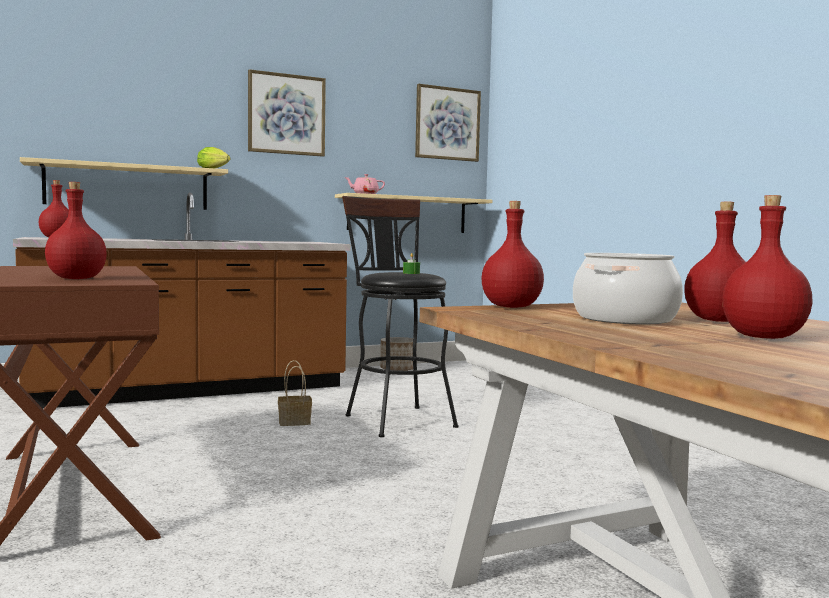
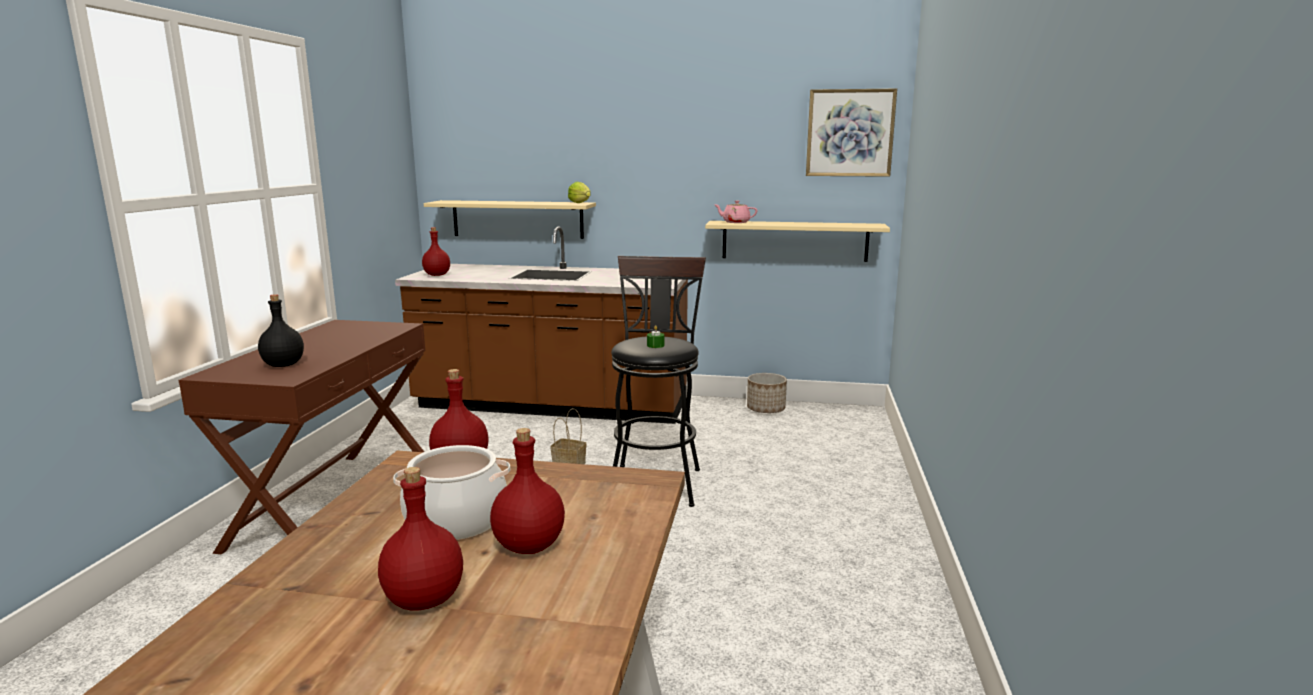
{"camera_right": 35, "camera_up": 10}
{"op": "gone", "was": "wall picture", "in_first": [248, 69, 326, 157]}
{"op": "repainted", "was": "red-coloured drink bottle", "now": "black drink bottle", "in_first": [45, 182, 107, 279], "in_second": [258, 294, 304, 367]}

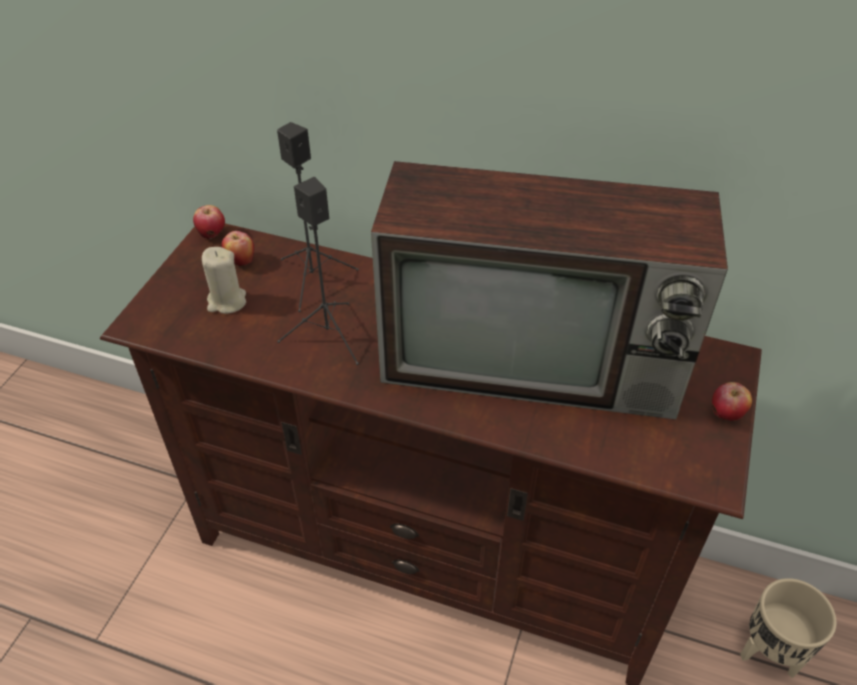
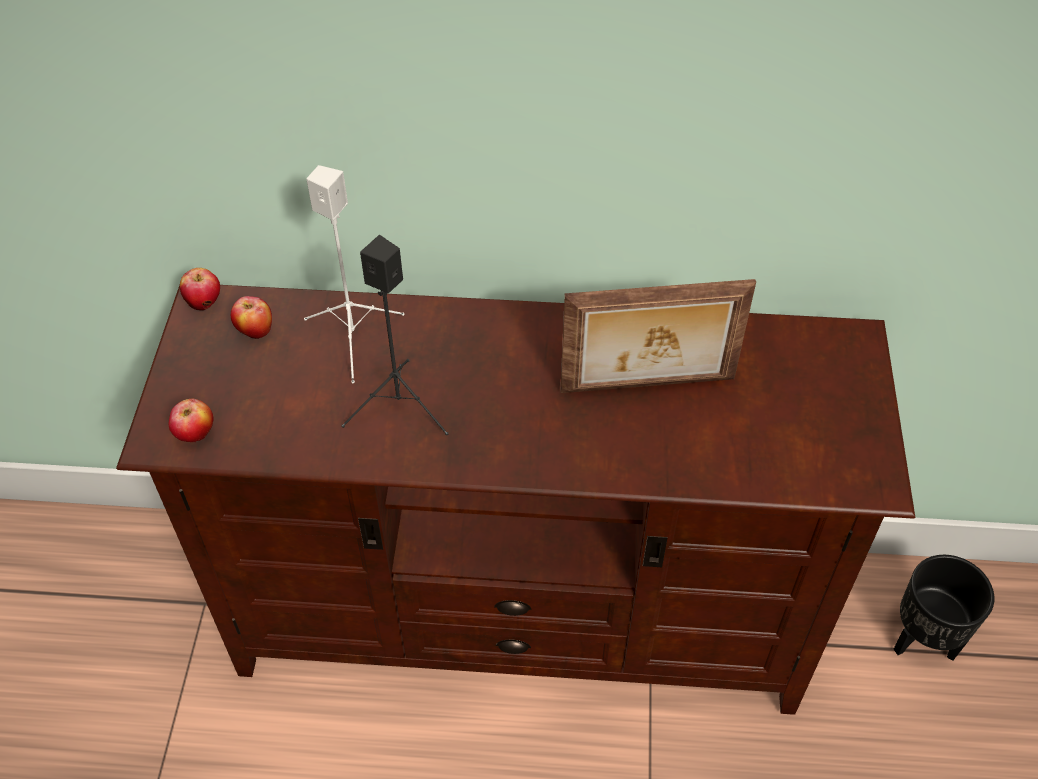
{"camera_right": -15, "camera_up": 5}
{"op": "gone", "was": "beige wax light", "in_first": [202, 247, 246, 314]}
{"op": "shifted", "was": "whole apple", "in_first": [712, 382, 752, 421], "in_second": [169, 399, 214, 442]}
{"op": "swapped", "was": "TV", "now": "standing frame", "in_first": [371, 161, 728, 420], "in_second": [561, 279, 756, 393]}
{"op": "repainted", "was": "black audio speaker", "now": "white-coloured audio speaker", "in_first": [277, 122, 359, 312], "in_second": [304, 165, 405, 383]}
{"op": "repainted", "was": "beige flower pot", "now": "black flower pot", "in_first": [740, 578, 836, 678], "in_second": [894, 555, 994, 661]}

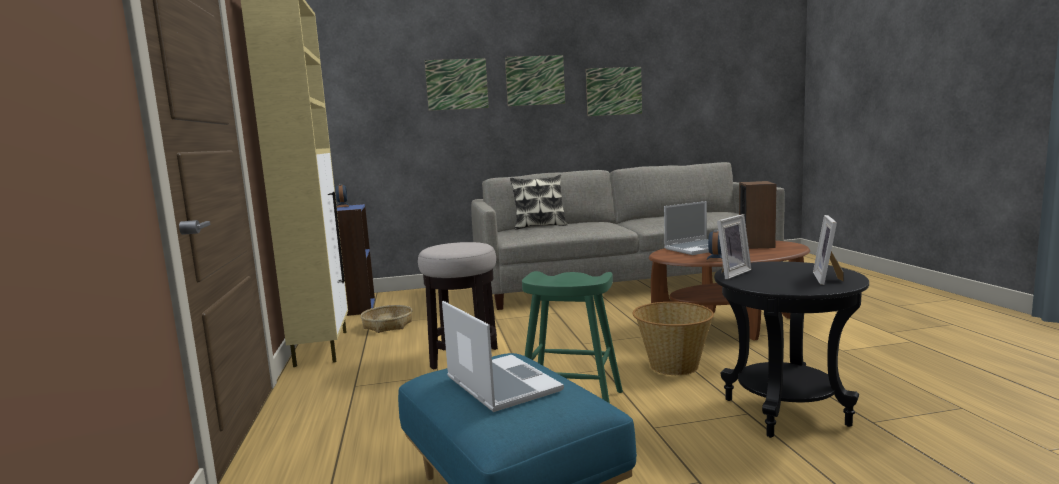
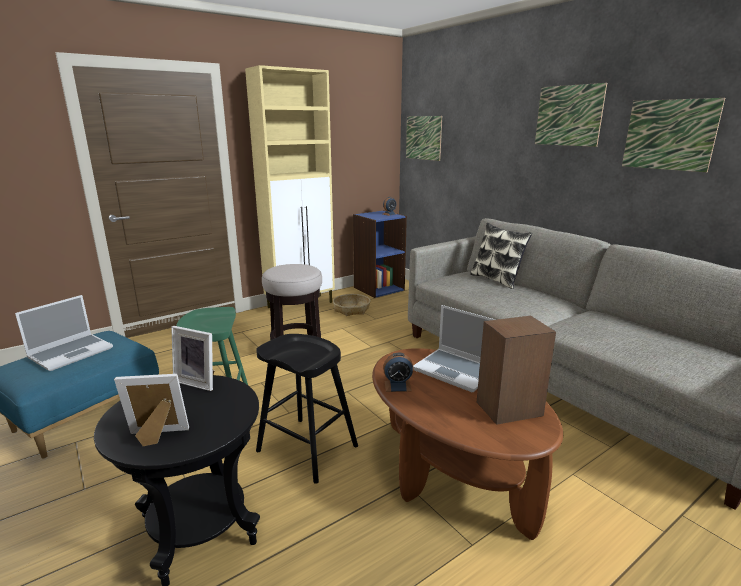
{"camera_right": 65, "camera_up": 10}
{"op": "shifted", "was": "wall picture", "in_first": [425, 58, 489, 111], "in_second": [406, 116, 442, 161]}
{"op": "swapped", "was": "basket", "now": "black stool", "in_first": [632, 302, 714, 375], "in_second": [256, 334, 358, 484]}

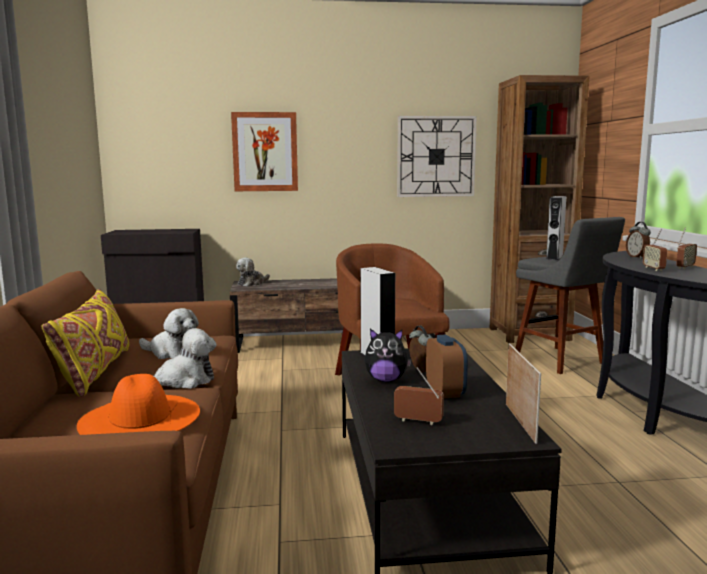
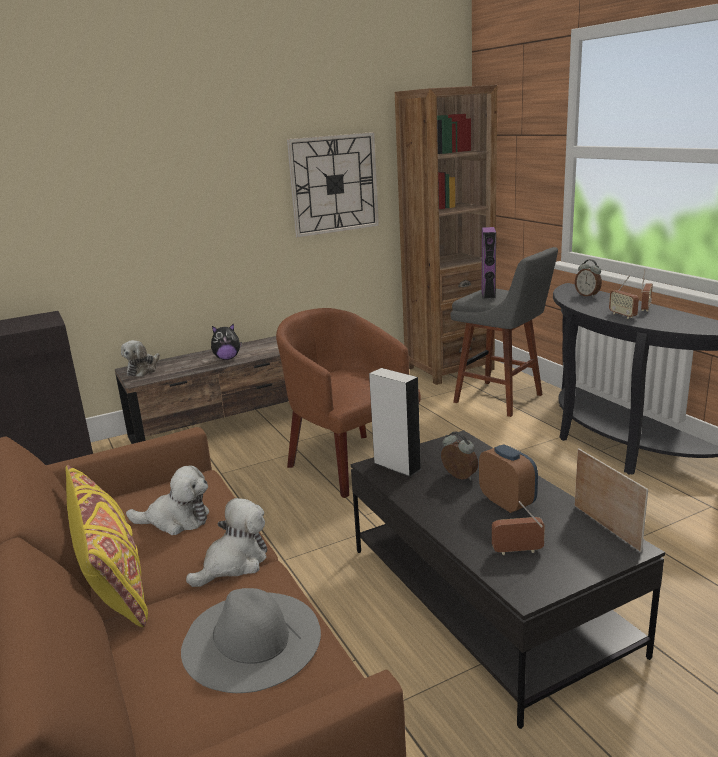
{"camera_right": -20, "camera_up": 10}
{"op": "gone", "was": "wall picture", "in_first": [231, 112, 298, 191]}
{"op": "shifted", "was": "soft toy", "in_first": [365, 329, 412, 382], "in_second": [211, 323, 242, 360]}
{"op": "repainted", "was": "orangey wearable hat", "now": "greyish wearable hat", "in_first": [77, 374, 200, 435], "in_second": [181, 588, 321, 693]}
{"op": "repainted", "was": "greyish audio speaker", "now": "purple audio speaker", "in_first": [546, 196, 566, 260], "in_second": [481, 227, 496, 299]}

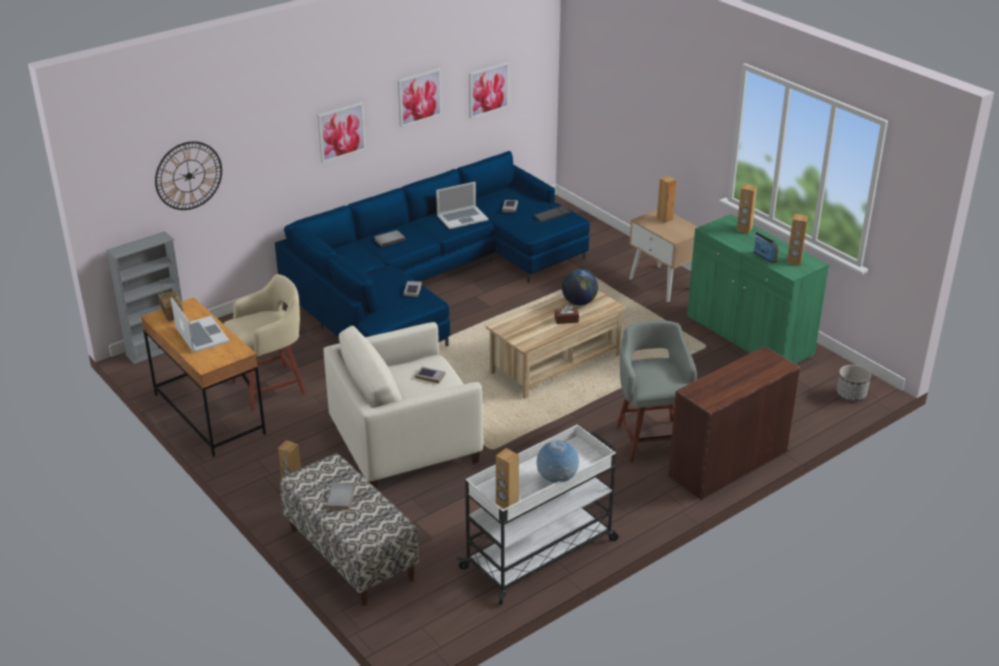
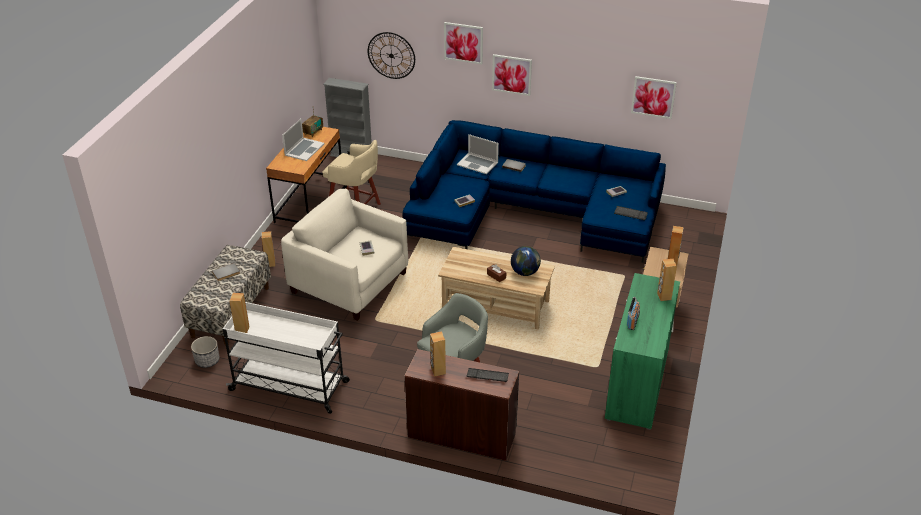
{"camera_right": 55, "camera_up": 5}
{"op": "gone", "was": "globe", "in_first": [537, 440, 579, 483]}
{"op": "new", "now": "PC keyboard", "in_second": [467, 368, 509, 382]}
{"op": "shifted", "was": "wall picture", "in_first": [398, 68, 442, 127], "in_second": [444, 22, 483, 64]}
{"op": "shifted", "was": "notebook computer", "in_first": [436, 181, 489, 229], "in_second": [457, 134, 499, 174]}
{"op": "shifted", "was": "brown audio speaker", "in_first": [787, 214, 808, 265], "in_second": [430, 331, 446, 377]}
{"op": "shifted", "was": "flower pot", "in_first": [837, 365, 871, 401], "in_second": [191, 336, 220, 368]}

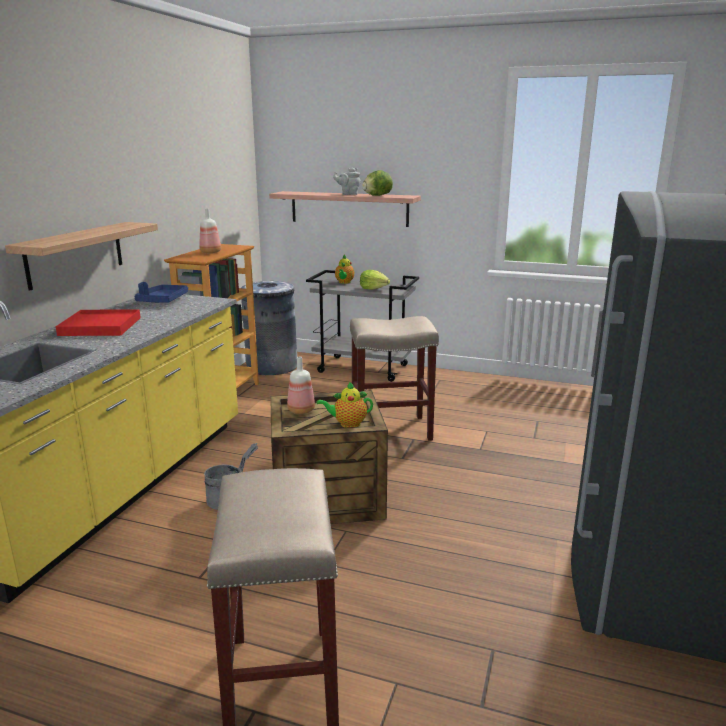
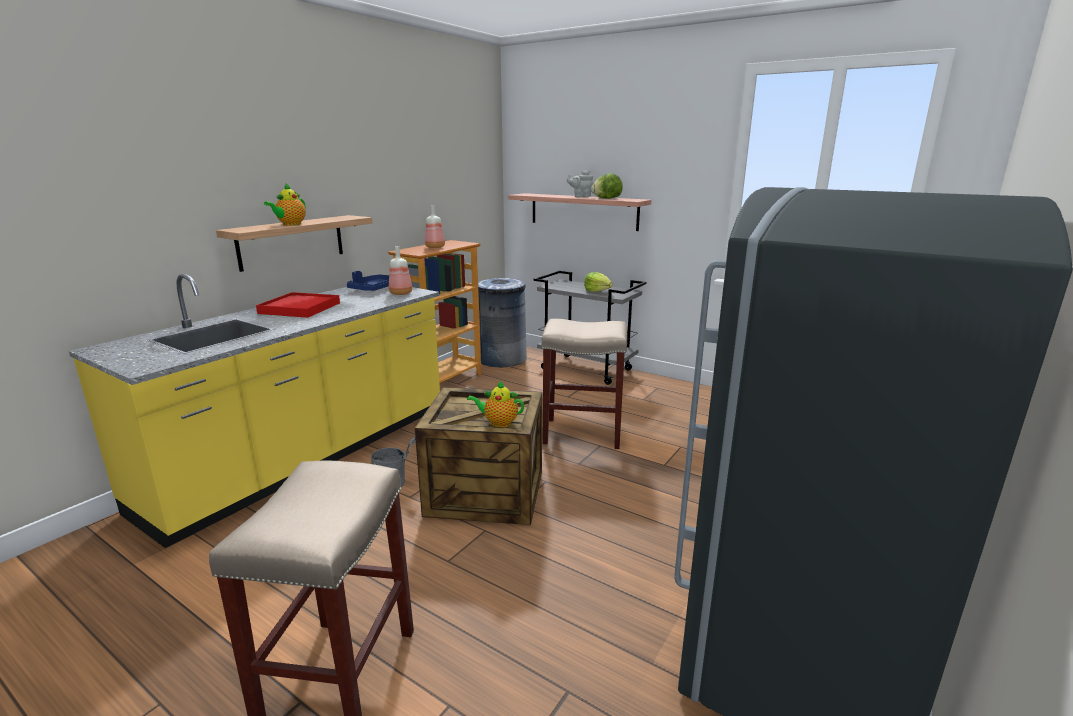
{"camera_right": 15, "camera_up": 0}
{"op": "shifted", "was": "drink bottle", "in_first": [287, 357, 315, 414], "in_second": [389, 246, 412, 295]}
{"op": "shifted", "was": "teapot", "in_first": [335, 255, 354, 284], "in_second": [264, 183, 306, 226]}

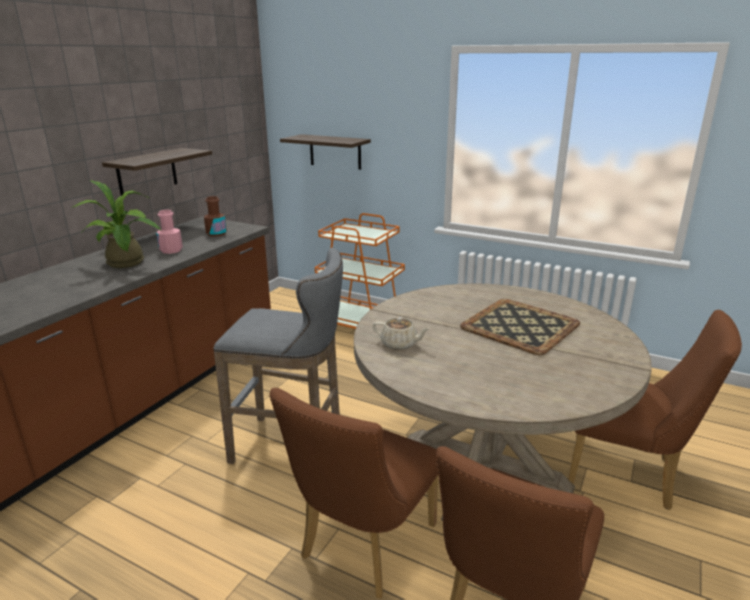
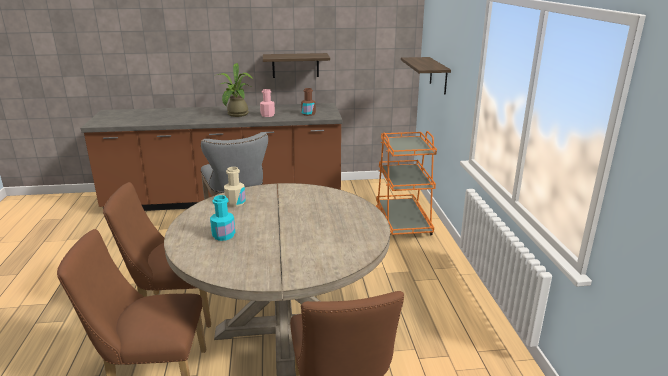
{"camera_right": 55, "camera_up": 0}
{"op": "gone", "was": "tray", "in_first": [460, 299, 580, 355]}
{"op": "new", "now": "blue-green drink bottle", "in_second": [210, 195, 235, 241]}
{"op": "swapped", "was": "beige teapot", "now": "beige drink bottle", "in_first": [373, 317, 431, 350], "in_second": [224, 167, 246, 207]}

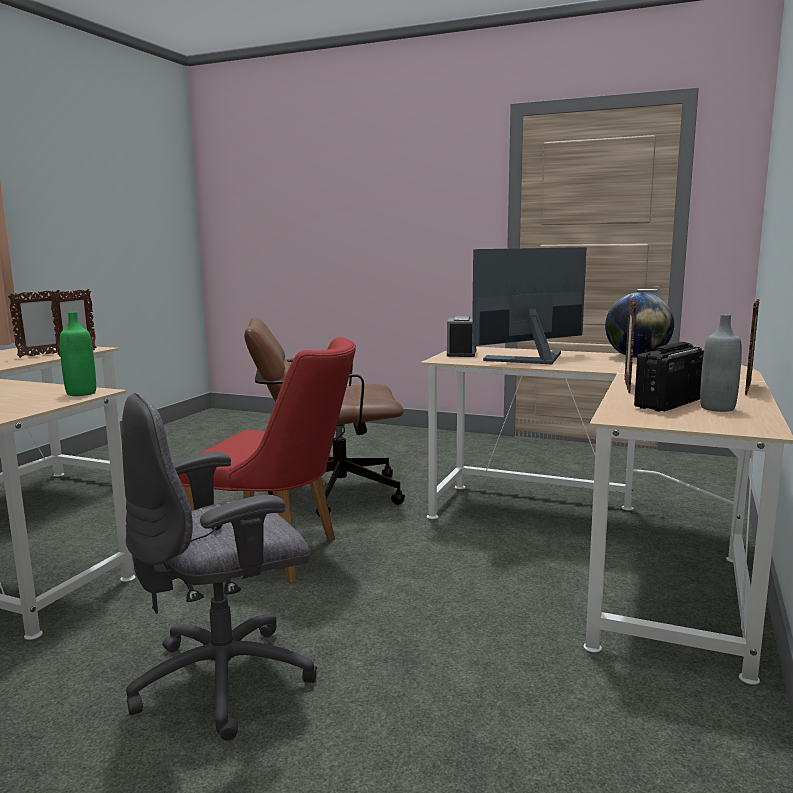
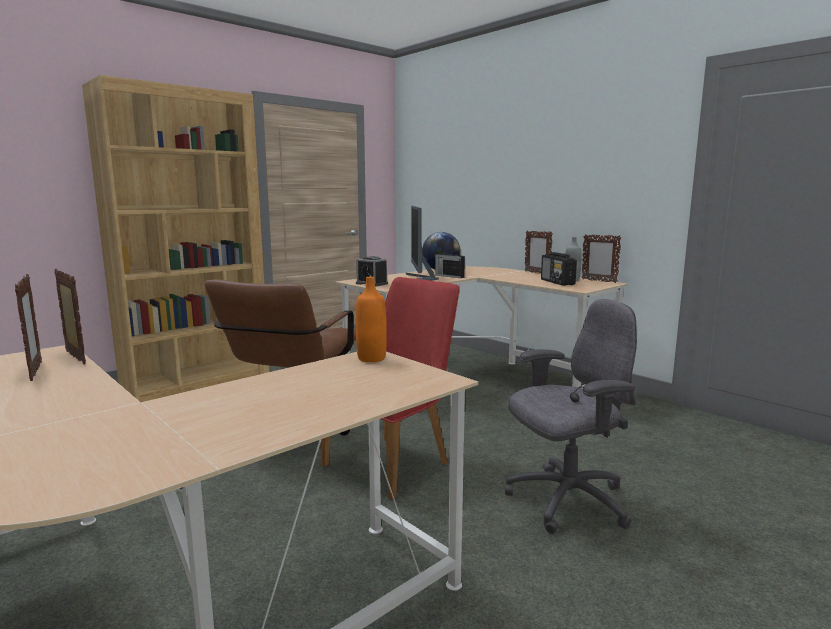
{"camera_right": -65, "camera_up": 0}
{"op": "new", "now": "brown bookcase", "in_second": [82, 75, 270, 402]}
{"op": "new", "now": "radio set", "in_second": [435, 250, 465, 278]}
{"op": "shifted", "was": "standing frame", "in_first": [625, 299, 636, 393], "in_second": [582, 234, 622, 283]}
{"op": "repainted", "was": "green-coloured drink bottle", "now": "orangey drink bottle", "in_first": [60, 312, 96, 396], "in_second": [356, 277, 387, 362]}
{"op": "rotated", "was": "greyish computer chair", "in_first": [122, 392, 317, 741], "in_second": [505, 299, 637, 534], "clockwise": -105}

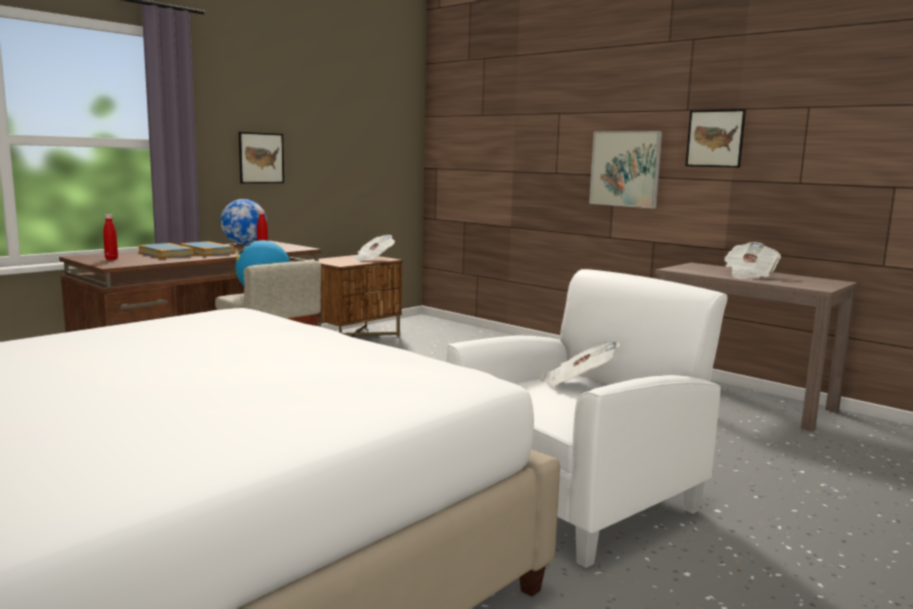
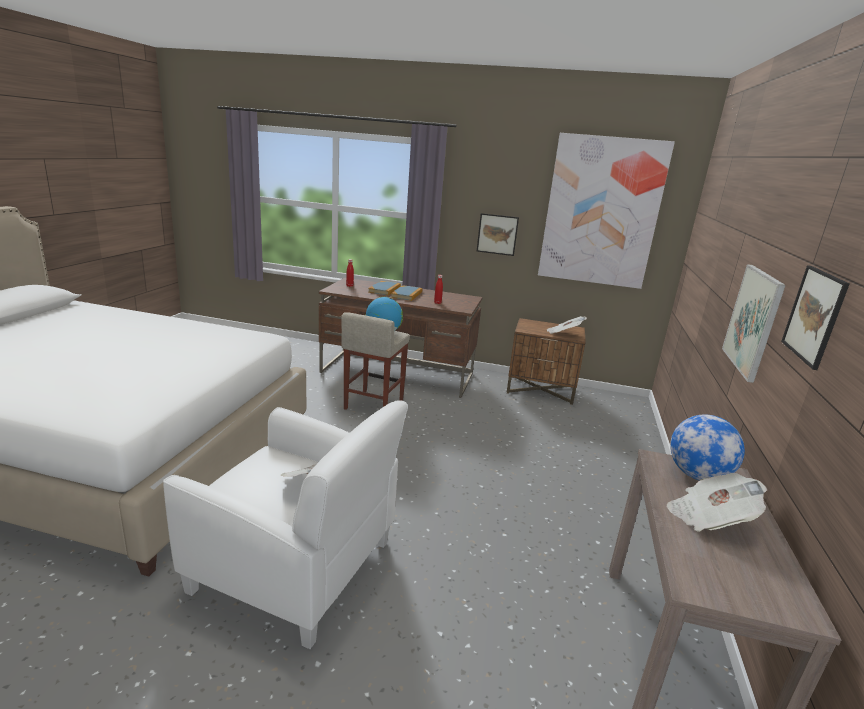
{"camera_right": 60, "camera_up": 10}
{"op": "new", "now": "wall picture", "in_second": [538, 133, 675, 289]}
{"op": "shifted", "was": "globe", "in_first": [220, 199, 267, 245], "in_second": [670, 415, 745, 480]}

